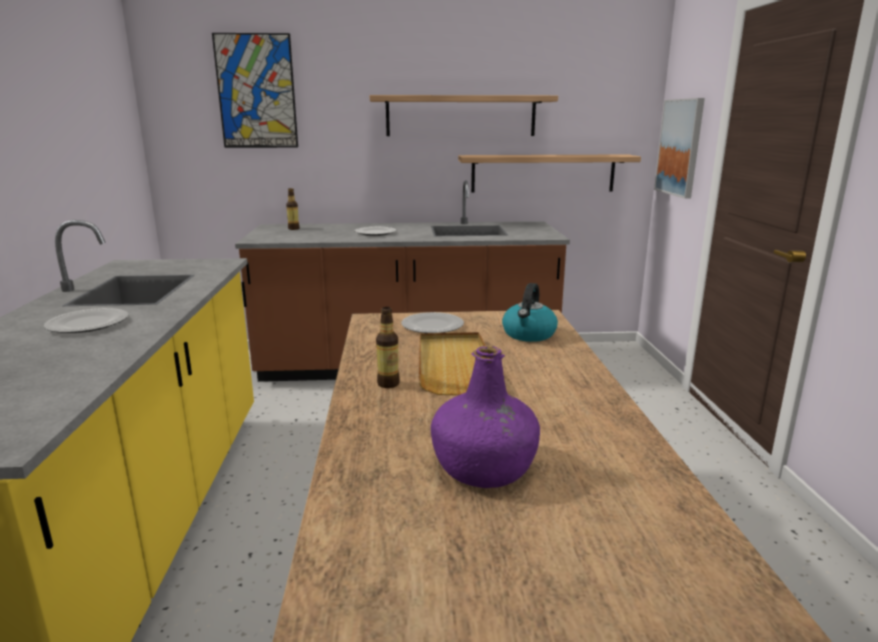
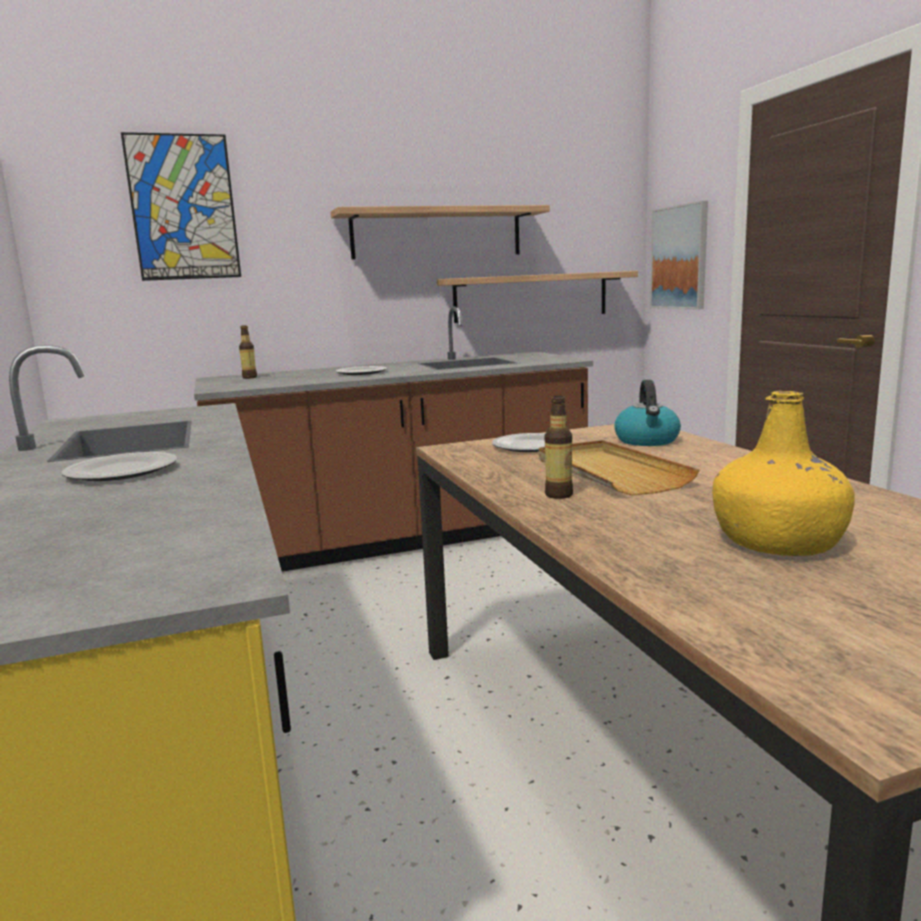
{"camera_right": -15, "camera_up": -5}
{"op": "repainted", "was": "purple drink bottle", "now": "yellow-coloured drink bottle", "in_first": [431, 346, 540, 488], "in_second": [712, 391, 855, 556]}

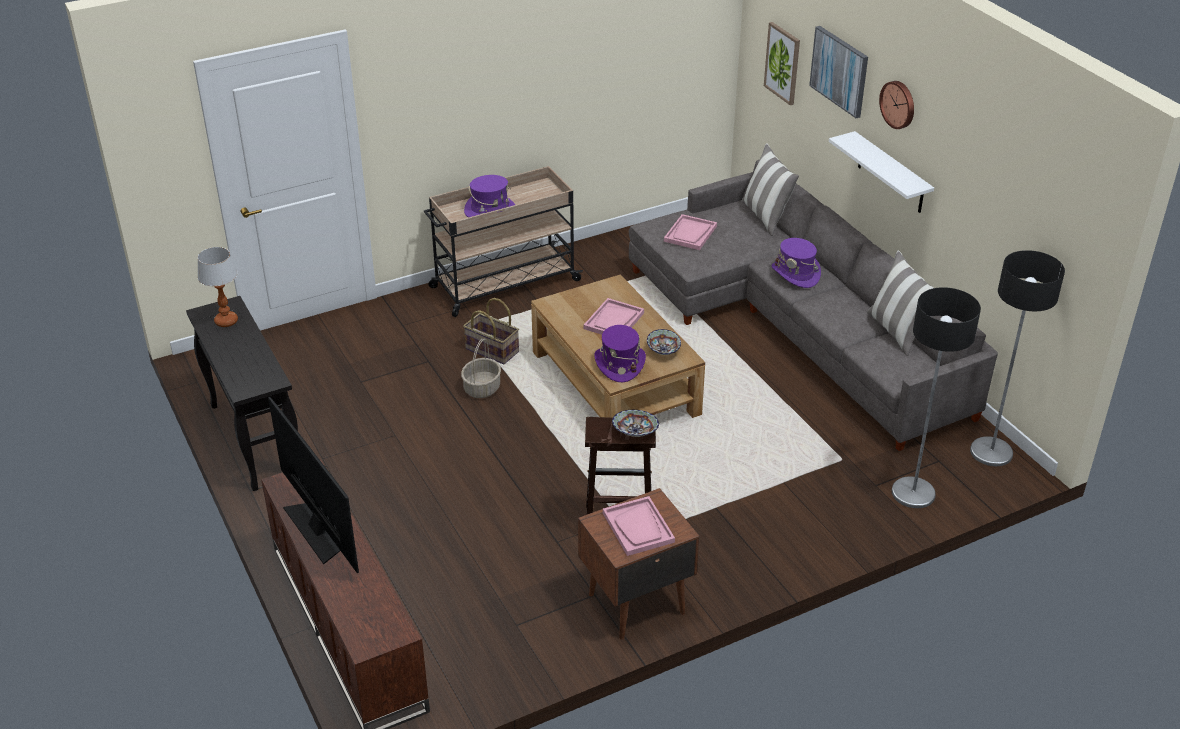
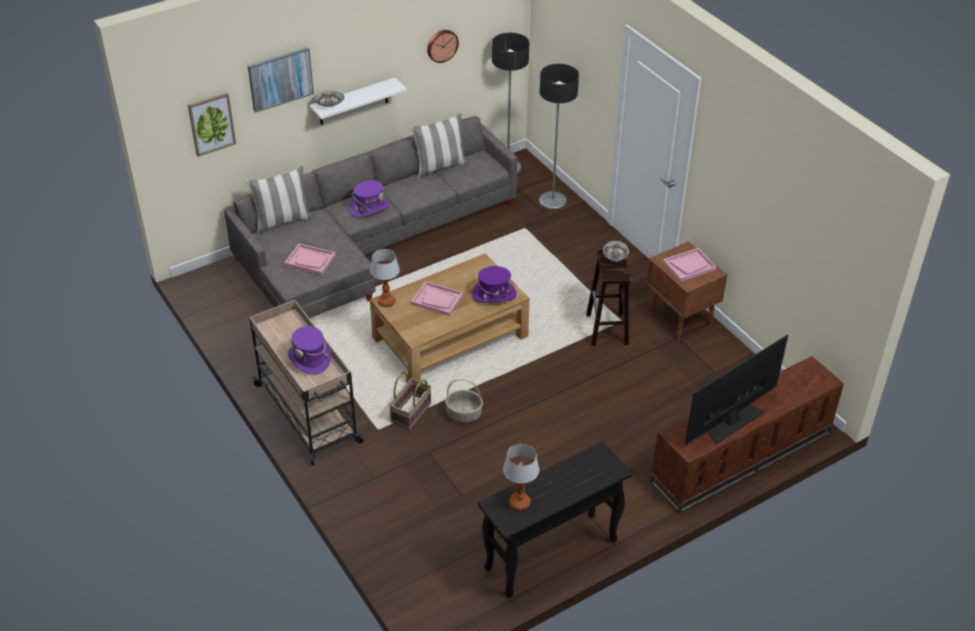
{"camera_right": -95, "camera_up": 5}
{"op": "new", "now": "tabletop lamp", "in_second": [370, 249, 400, 307]}
{"op": "shifted", "was": "bowl", "in_first": [647, 329, 681, 355], "in_second": [313, 91, 344, 107]}
{"op": "shifted", "was": "clock on the wall", "in_first": [879, 81, 914, 129], "in_second": [427, 30, 459, 63]}

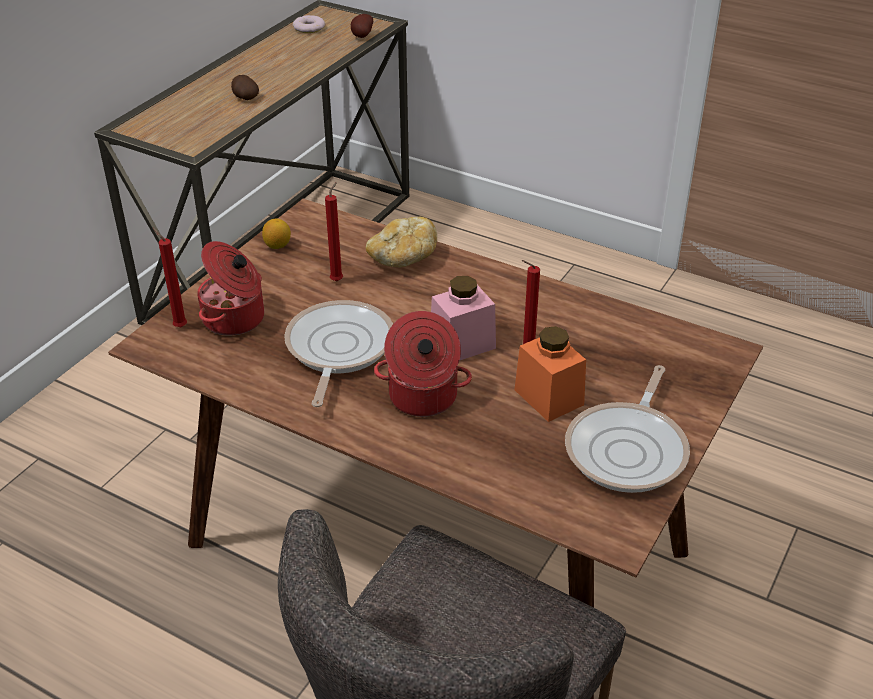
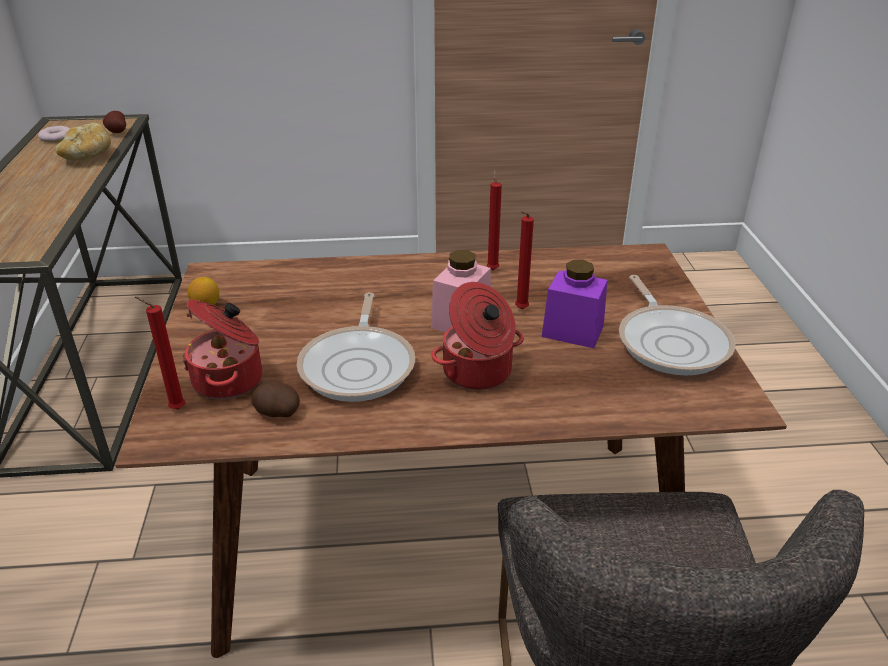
{"camera_right": -35, "camera_up": -5}
{"op": "shifted", "was": "whole potato", "in_first": [231, 75, 259, 100], "in_second": [251, 380, 300, 417]}
{"op": "shifted", "was": "red-coloured wax light", "in_first": [325, 182, 343, 281], "in_second": [486, 169, 502, 270]}
{"op": "shifted", "was": "bread", "in_first": [366, 217, 437, 267], "in_second": [55, 123, 111, 160]}
{"op": "repainted", "was": "orangey storage jar", "now": "purple storage jar", "in_first": [514, 326, 586, 422], "in_second": [542, 260, 608, 348]}
{"op": "rotated", "was": "pan", "in_first": [284, 300, 393, 407], "in_second": [297, 292, 415, 402], "clockwise": -150}

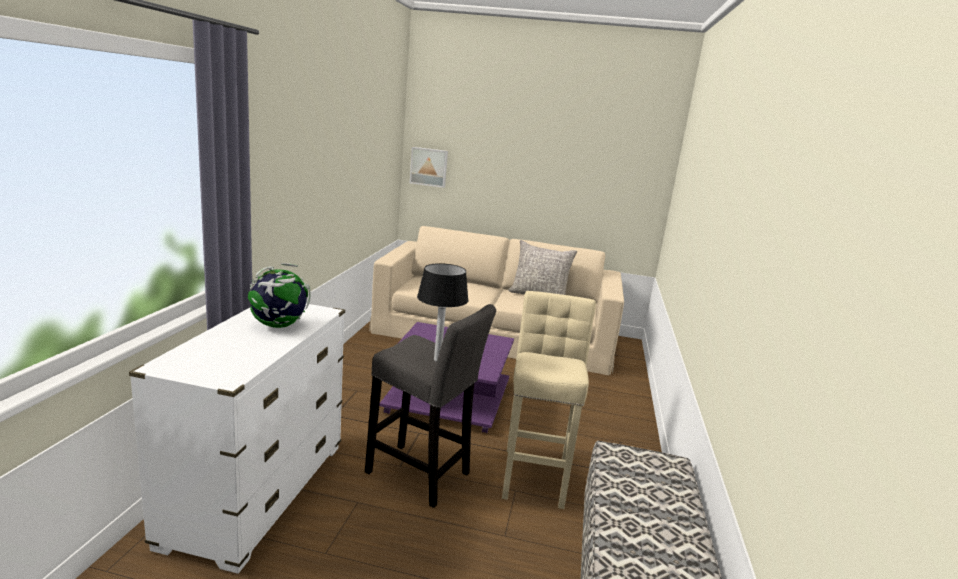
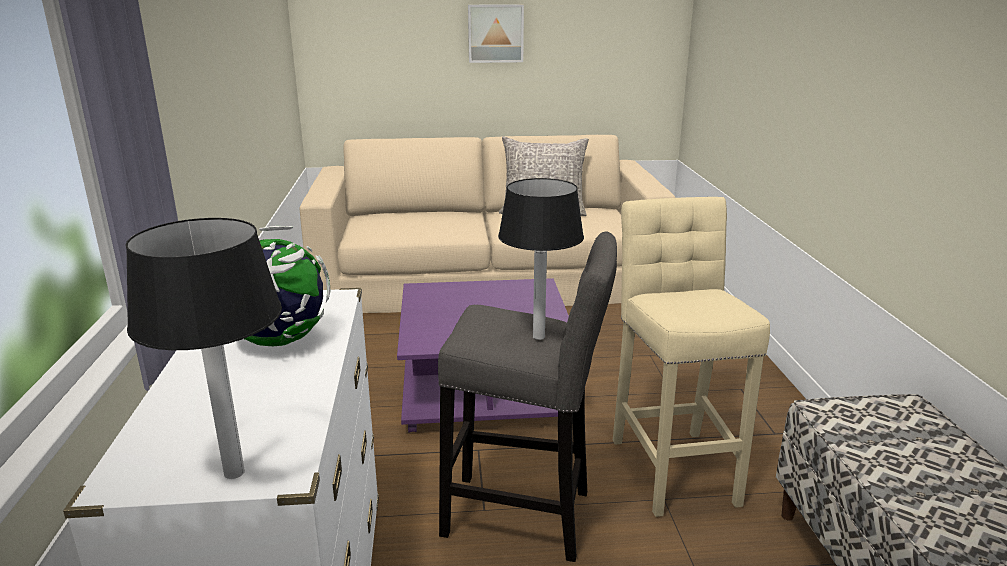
{"camera_right": -15, "camera_up": 5}
{"op": "new", "now": "tabletop lamp", "in_second": [126, 218, 282, 479]}
{"op": "shifted", "was": "wall picture", "in_first": [410, 147, 448, 188], "in_second": [468, 5, 524, 63]}

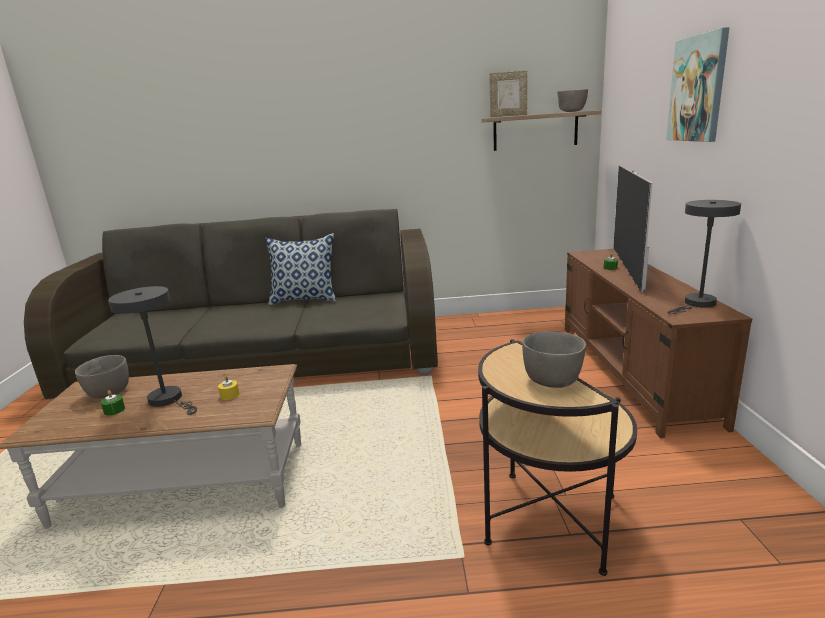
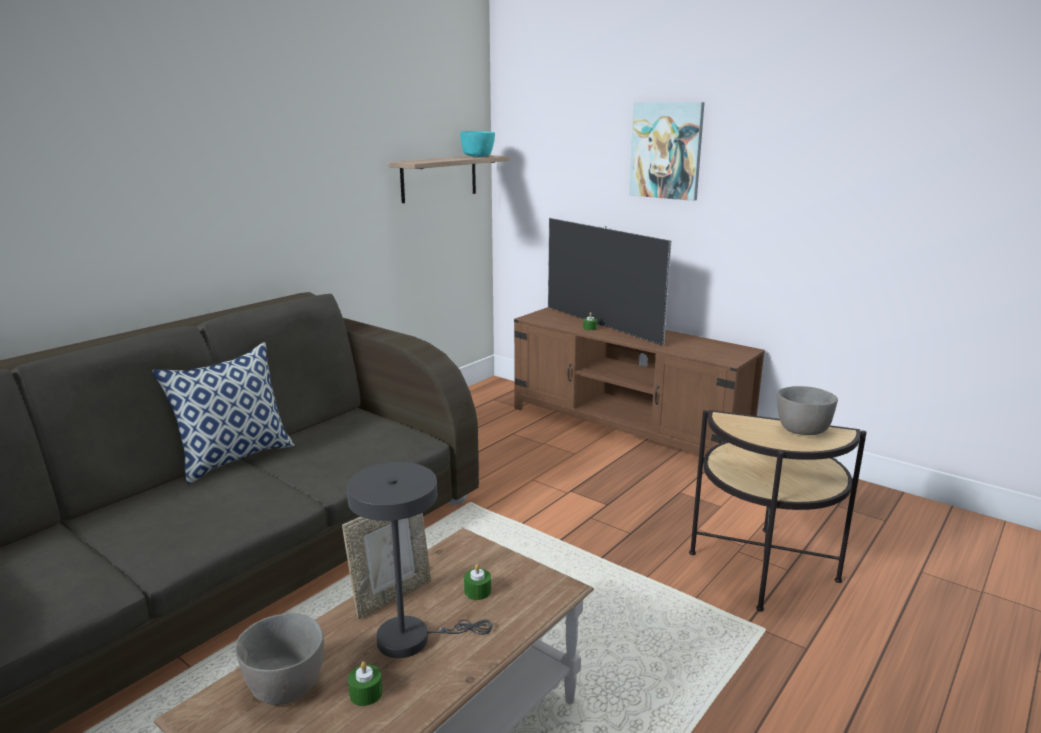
{"camera_right": -50, "camera_up": 0}
{"op": "gone", "was": "greyish tabletop lamp", "in_first": [667, 200, 741, 314]}
{"op": "shifted", "was": "standing frame", "in_first": [490, 71, 527, 117], "in_second": [342, 513, 431, 619]}
{"op": "repainted", "was": "yellow-coloured wax light", "now": "green-coloured wax light", "in_first": [218, 376, 239, 400], "in_second": [464, 564, 491, 600]}
{"op": "repainted", "was": "greyish bowl", "now": "blue-green bowl", "in_first": [557, 89, 588, 112], "in_second": [460, 131, 495, 157]}

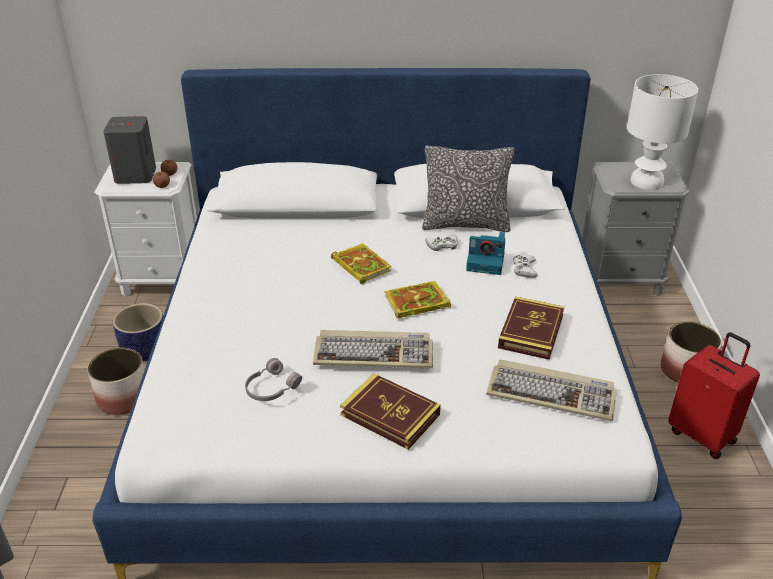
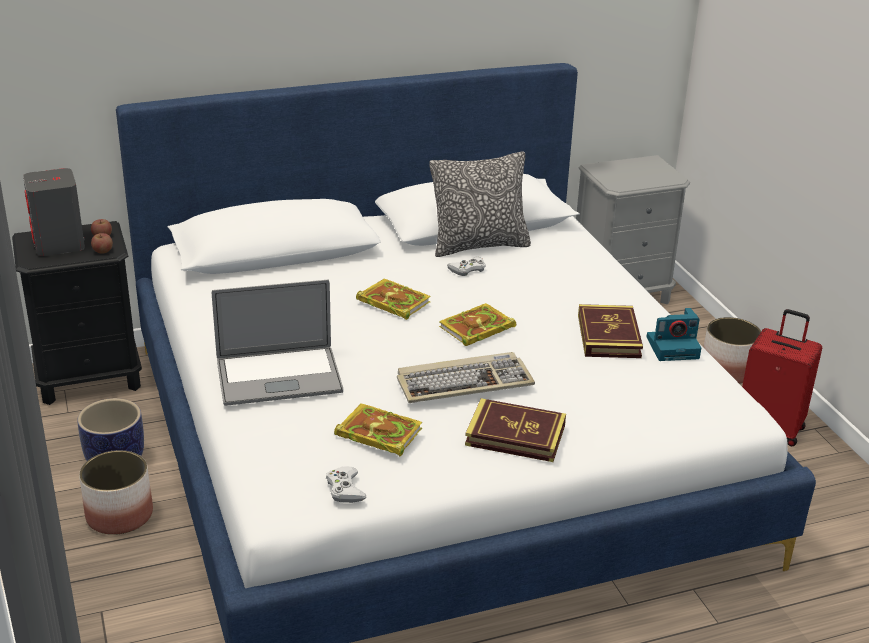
{"camera_right": -20, "camera_up": -5}
{"op": "gone", "was": "PC keyboard", "in_first": [486, 359, 617, 421]}
{"op": "gone", "was": "white-coloured tabletop lamp", "in_first": [627, 74, 698, 190]}
{"op": "new", "now": "notebook computer", "in_second": [212, 280, 343, 406]}
{"op": "shifted", "was": "photo camera", "in_first": [466, 232, 505, 275], "in_second": [647, 308, 701, 361]}
{"op": "shifted", "was": "white-coloured joypad", "in_first": [513, 254, 538, 278], "in_second": [326, 467, 366, 503]}
{"op": "swapped", "was": "greyish headset", "now": "bound book", "in_first": [245, 358, 302, 401], "in_second": [334, 403, 422, 457]}
{"op": "repainted", "was": "white-coloured night table", "now": "black night table", "in_first": [94, 162, 197, 297], "in_second": [12, 221, 142, 405]}

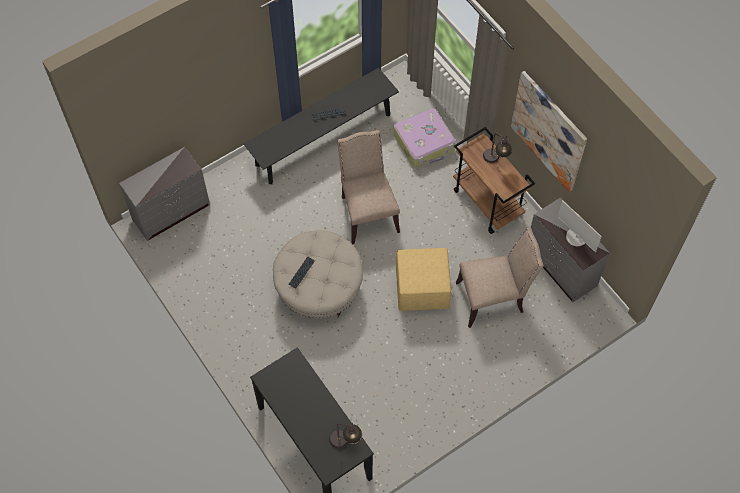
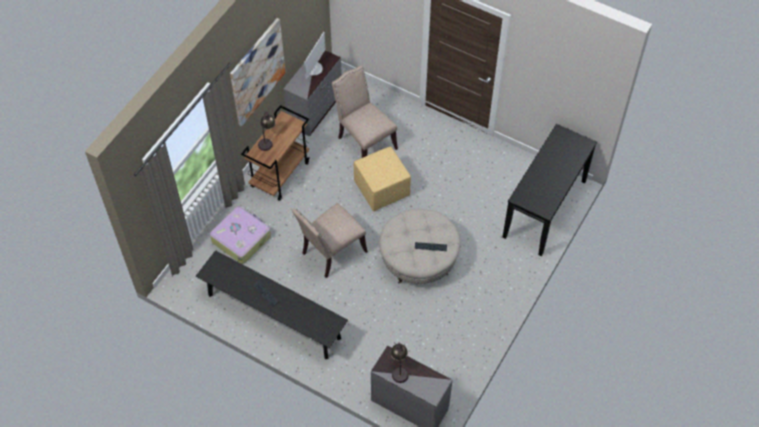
{"camera_right": -115, "camera_up": -5}
{"op": "shifted", "was": "tabletop lamp", "in_first": [329, 423, 362, 448], "in_second": [391, 342, 409, 383]}

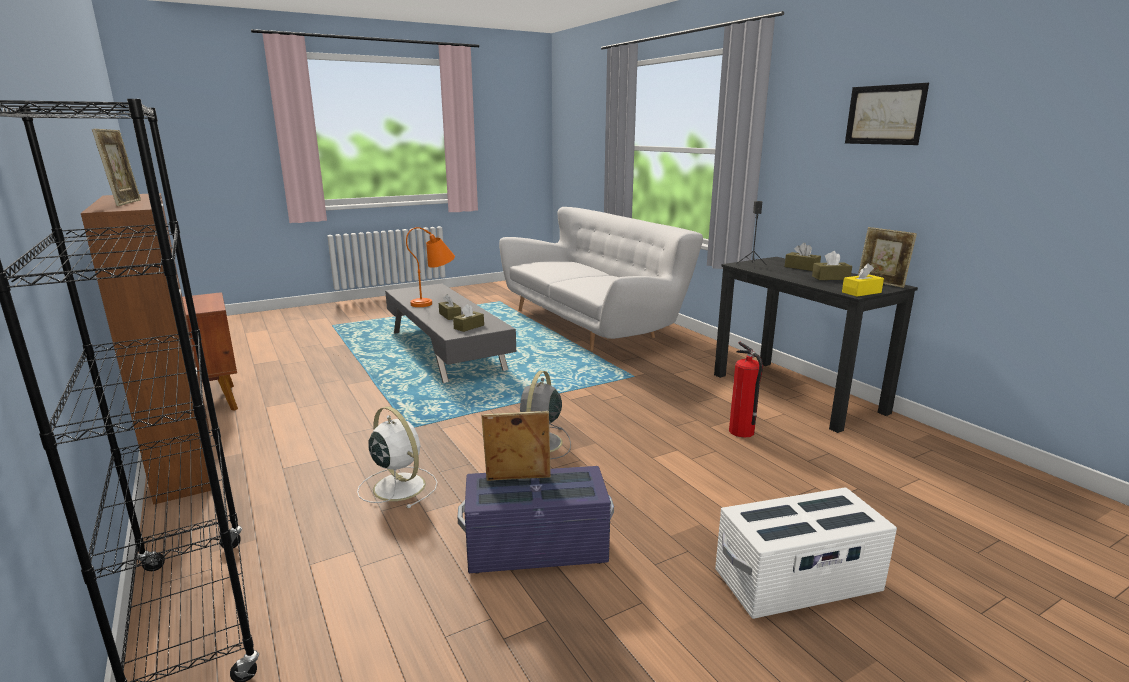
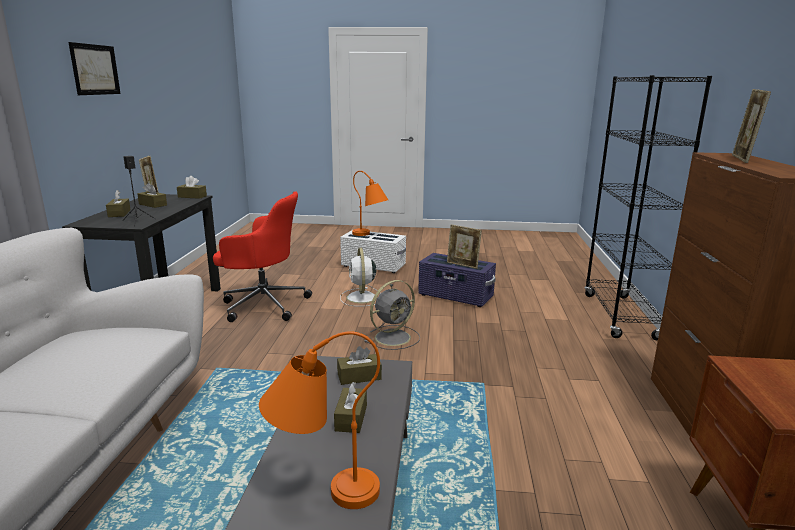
{"camera_right": -145, "camera_up": 0}
{"op": "new", "now": "orangey tabletop lamp", "in_second": [352, 171, 388, 236]}
{"op": "shifted", "was": "white-coloured fan", "in_first": [357, 406, 438, 508], "in_second": [340, 248, 381, 307]}
{"op": "swapped", "was": "fire-fighting cylinder", "now": "red-coloured computer chair", "in_first": [729, 341, 763, 438], "in_second": [213, 191, 312, 322]}
{"op": "repainted", "was": "yellow-coloured tissue holder", "now": "brown tissue holder", "in_first": [842, 263, 884, 297], "in_second": [177, 176, 207, 199]}

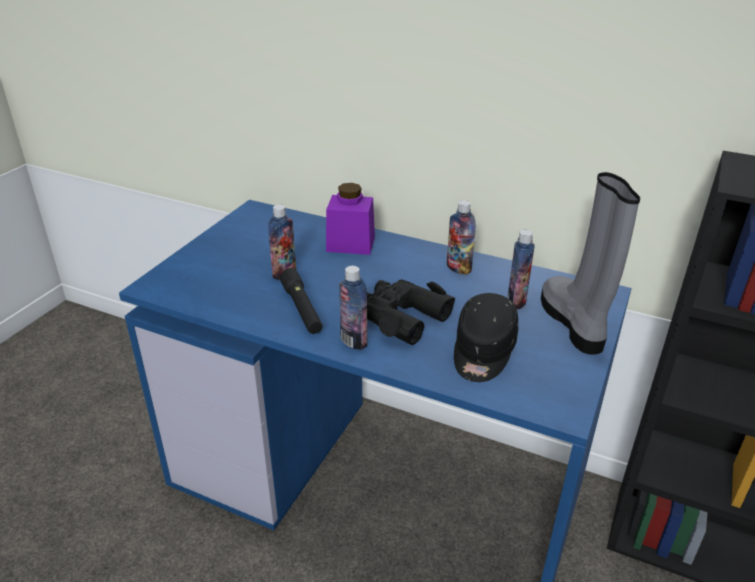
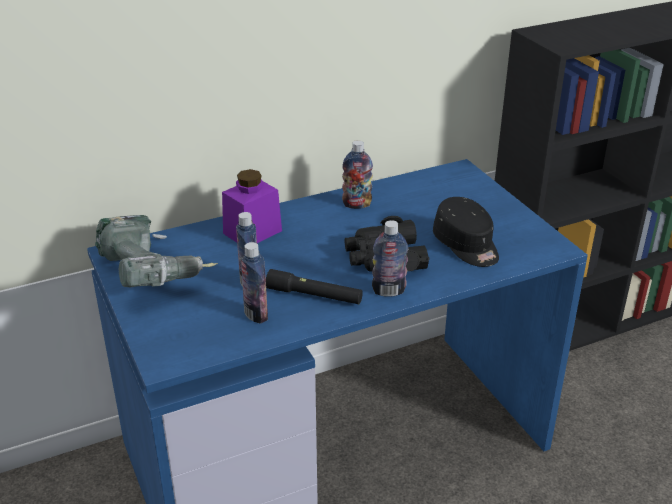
{"camera_right": -50, "camera_up": 0}
{"op": "gone", "was": "greyish high-top boot", "in_first": [541, 172, 640, 355]}
{"op": "new", "now": "drill", "in_second": [95, 215, 218, 288]}
{"op": "shifted", "was": "drink bottle", "in_first": [507, 230, 535, 309], "in_second": [241, 242, 268, 324]}

